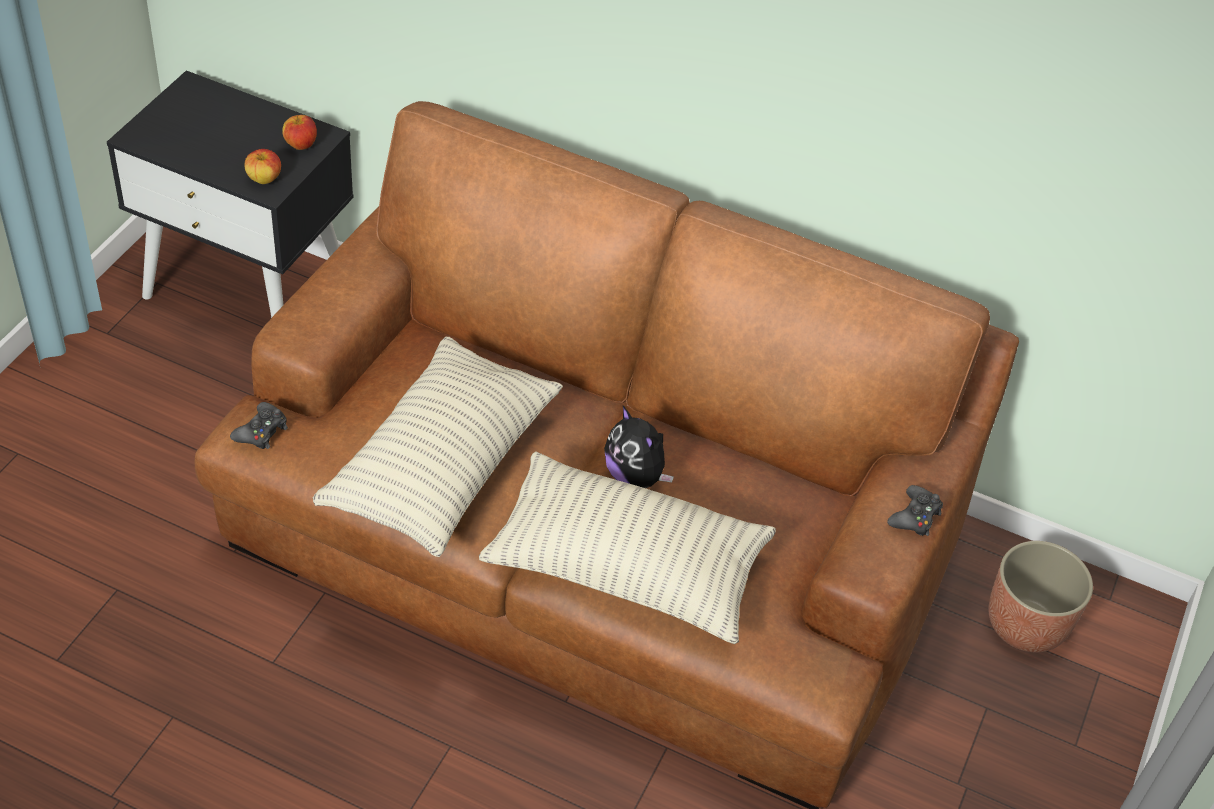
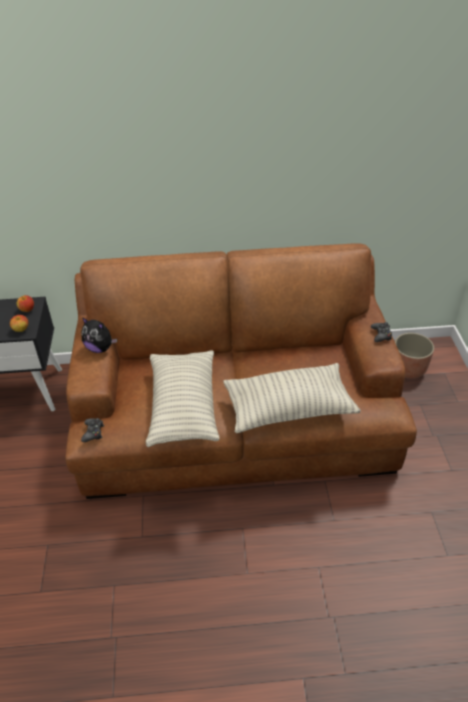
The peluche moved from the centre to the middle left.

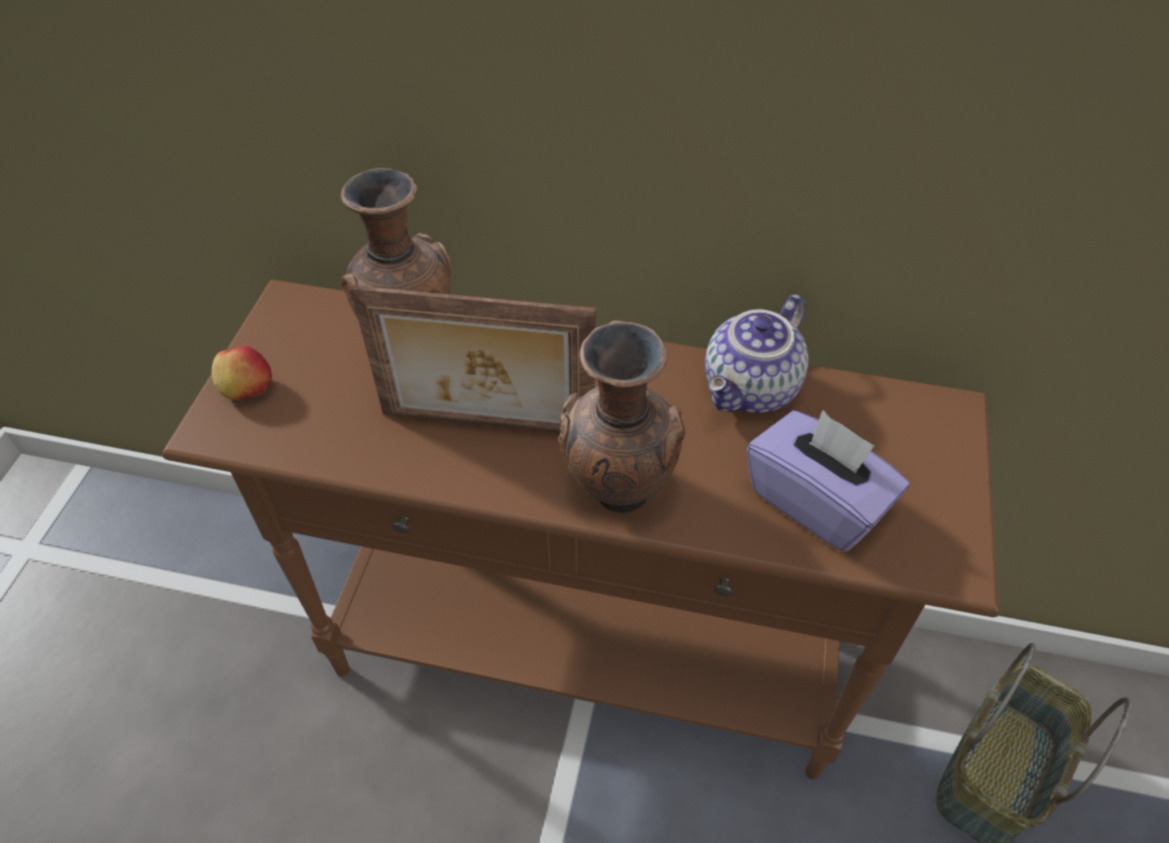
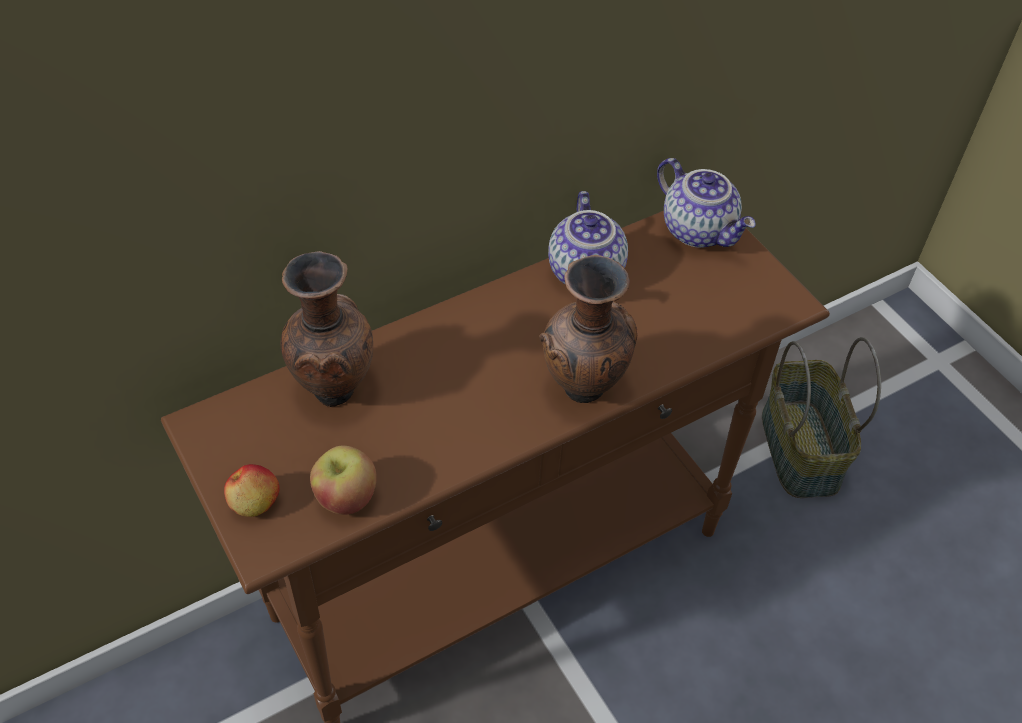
The pomme (2nd from left) at the centre appeared. The théière (2nd from left) at the top right appeared. The cadre photo at the centre disappeared. The boîte à mouchoirs/violet at the middle right disappeared.

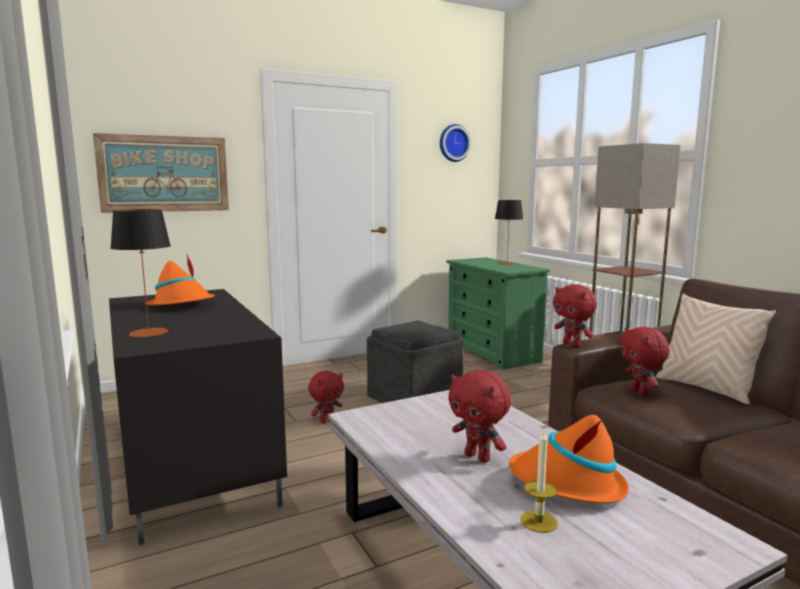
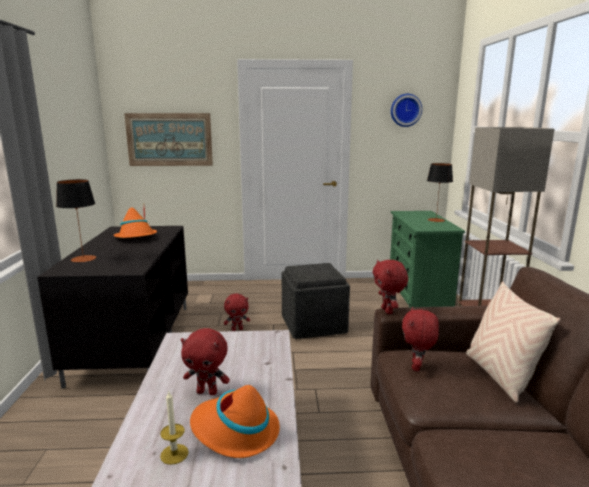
The peluche/rouge (2nd from left in the first image) at the bottom centre turned 60 degrees counterclockwise.

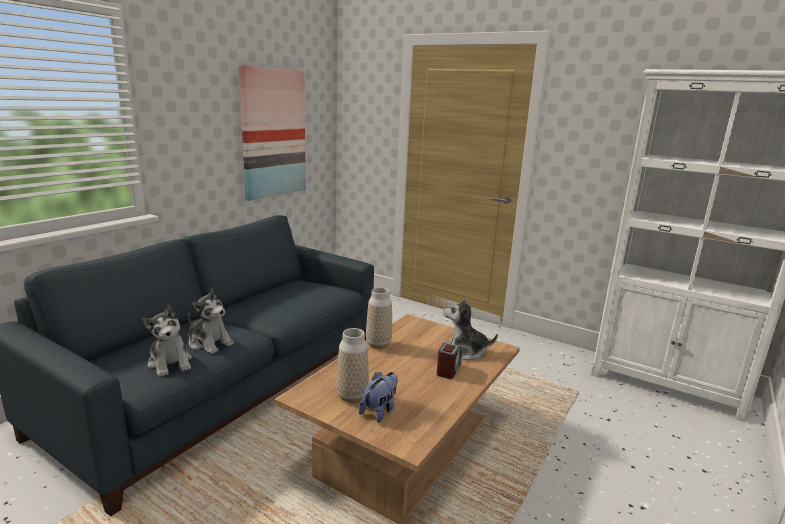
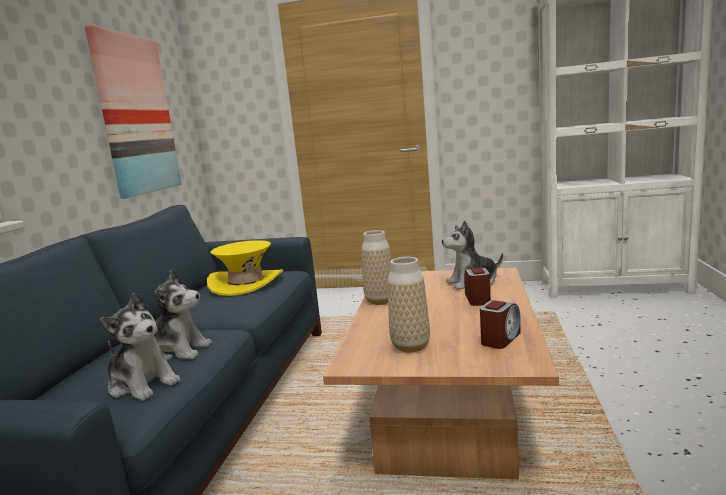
The chapeau/jaune at the centre appeared. The réveil (2nd from left) at the middle right appeared. The peluche (3rd from left) at the bottom centre disappeared.

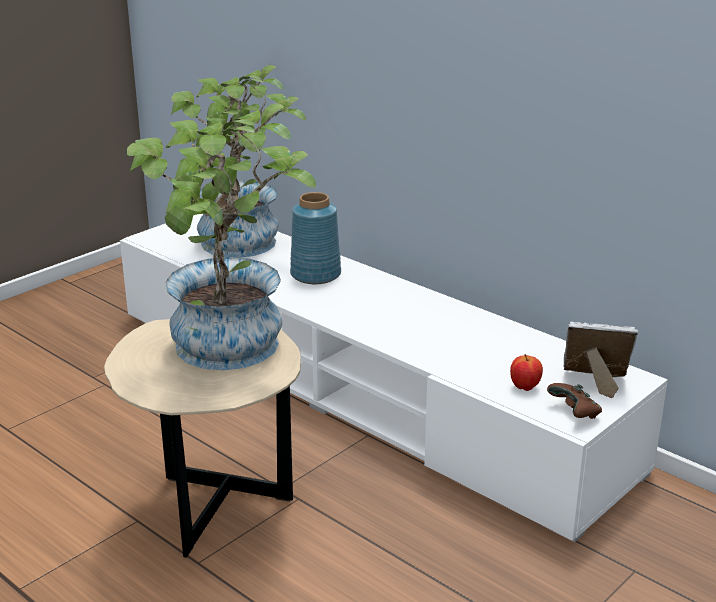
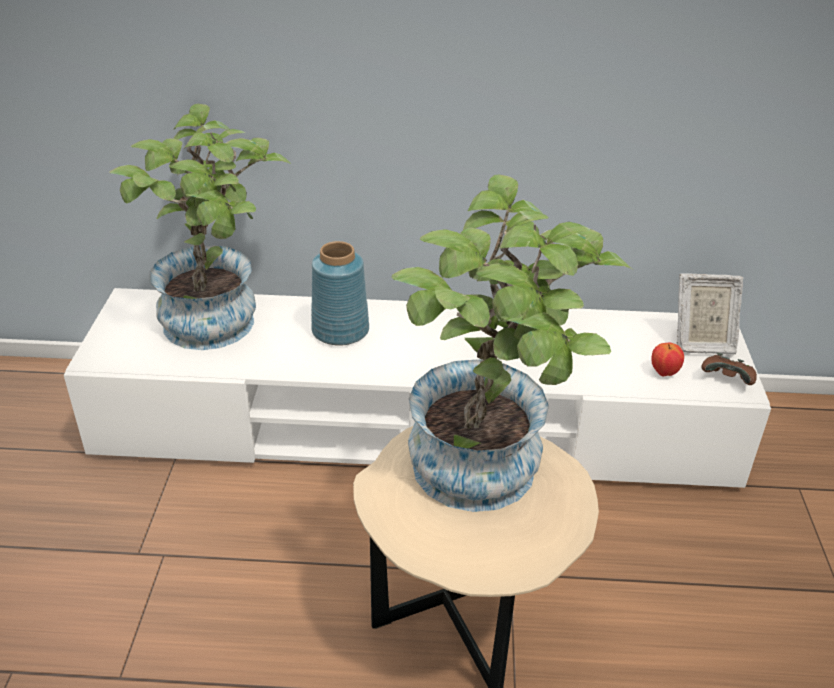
The cadre photo at the middle right turned 150 degrees counterclockwise.

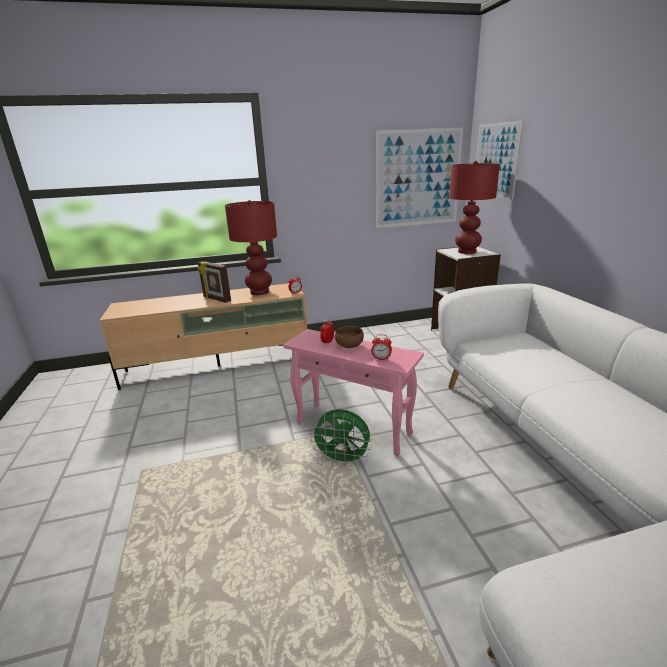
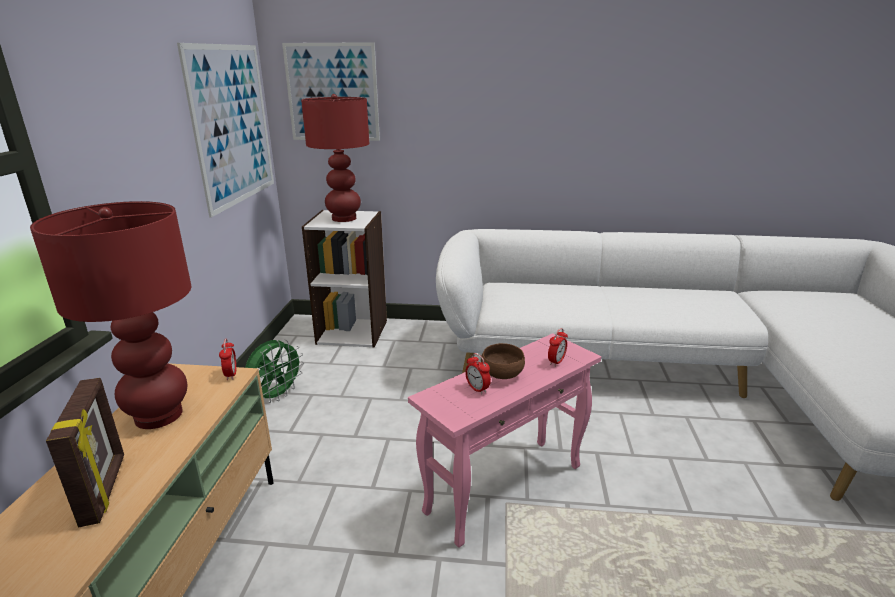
The cadre photo at the middle left turned 75 degrees counterclockwise. The ventilateur/vert moved from the centre to the middle left.

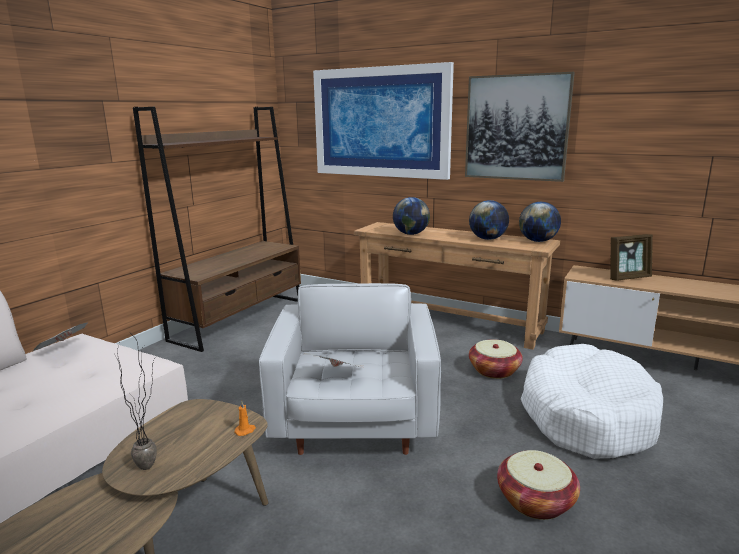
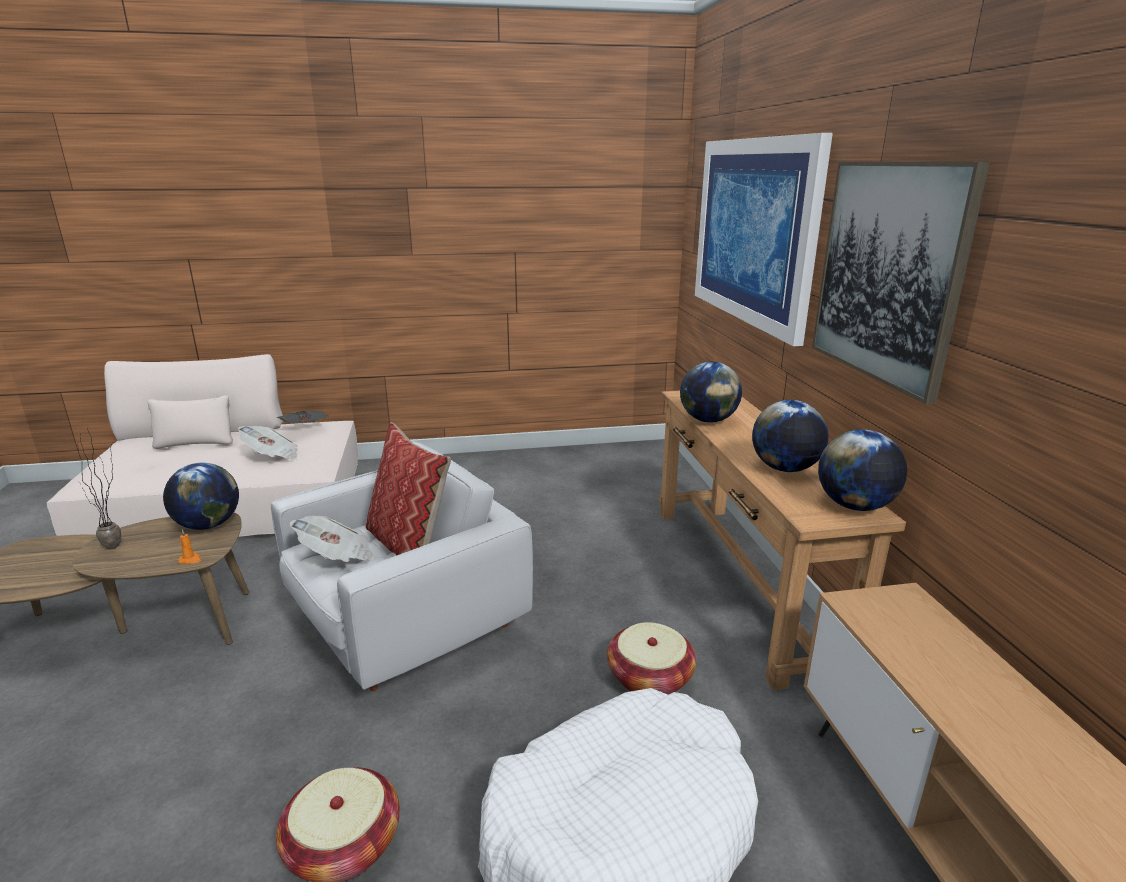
The globe (1st from left) at the middle left appeared. The journal (1st from left) at the middle left appeared. The coussin at the centre appeared. The bibliothèque/marron at the middle left disappeared. The cadre photo at the middle right disappeared.

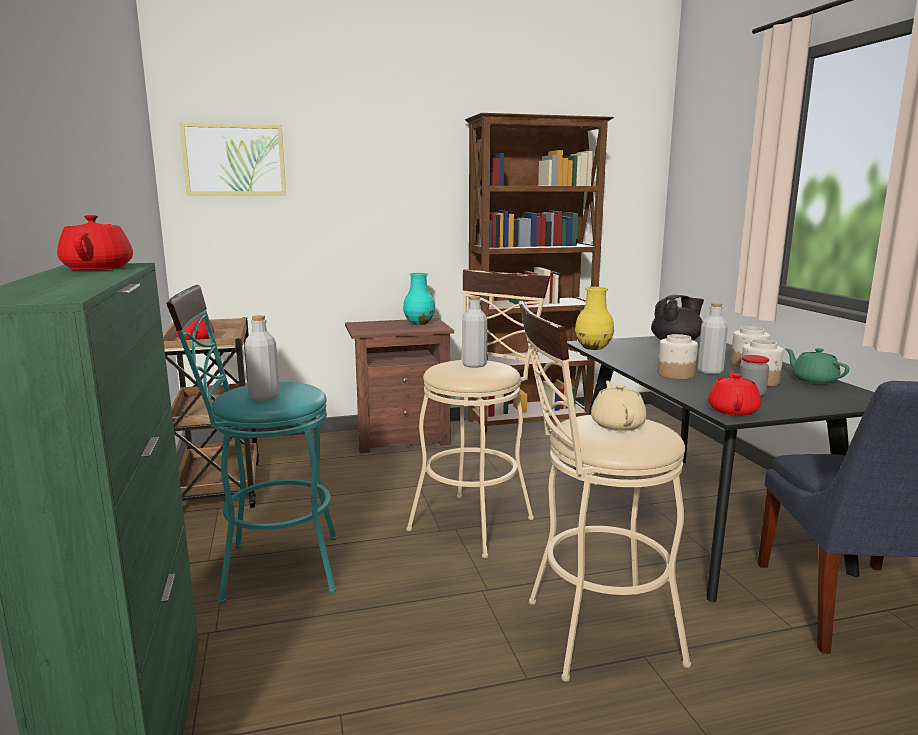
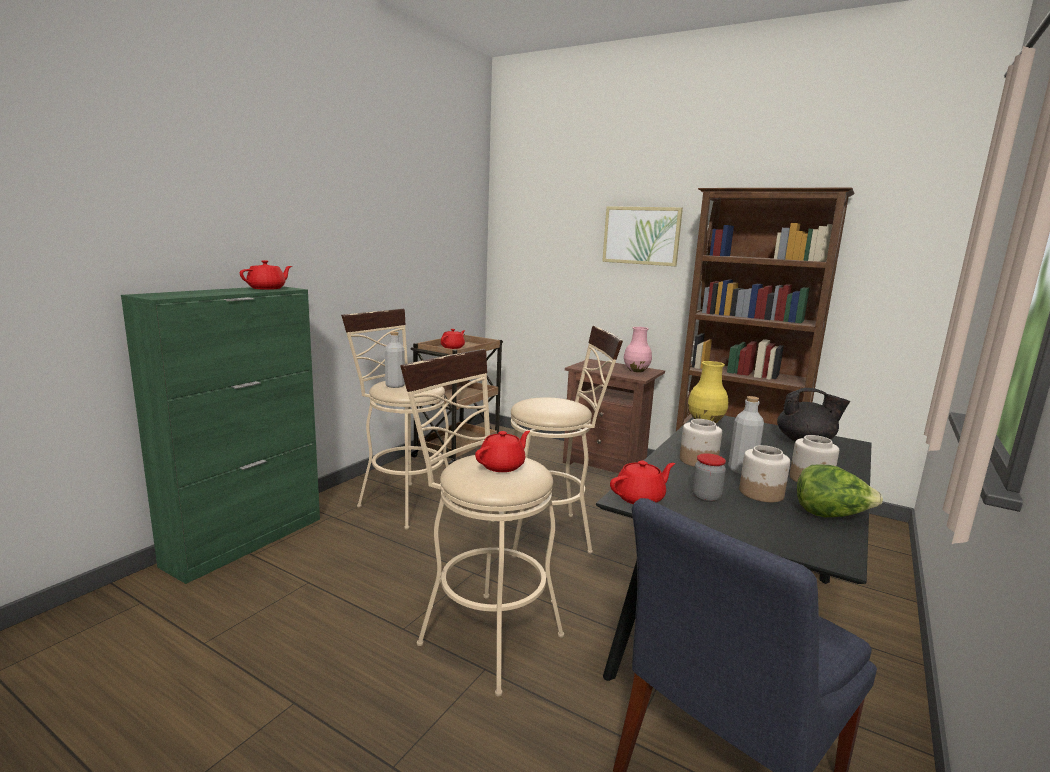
The tabouret/turquoise at the middle left became the tabouret/beige (1st from left) at the centre. The théière/beige at the middle right became the théière/rouge (3rd from left) at the centre. The tableau moved from the top left to the top centre. The vase/turquoise at the centre became the vase/rose at the centre. The théière/vert at the middle right was replaced by the laitue at the middle right. The bouteille/gris (2nd from left) at the centre disappeared.

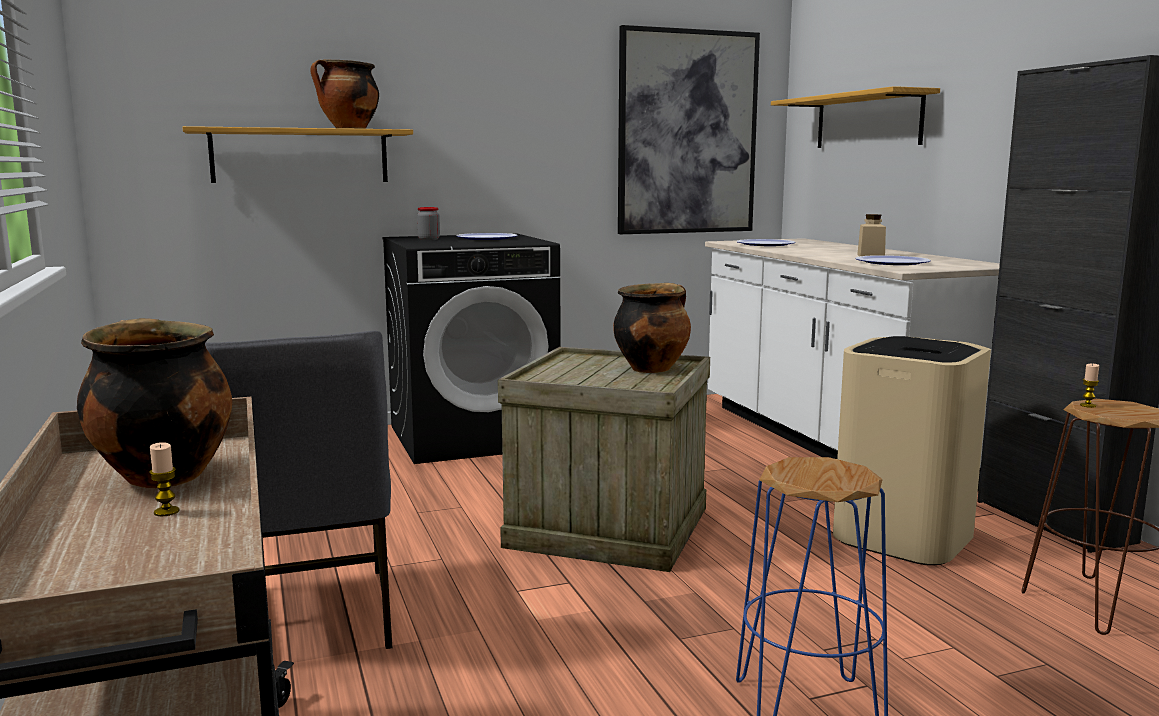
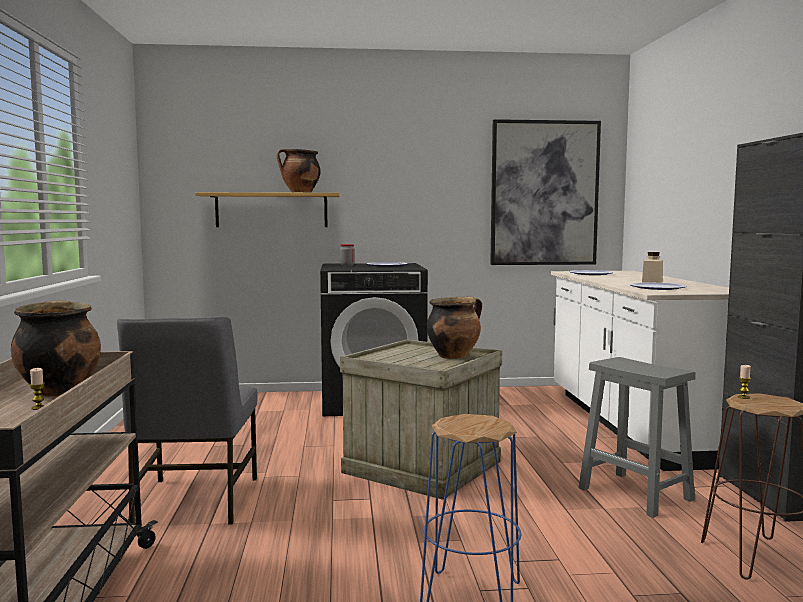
The poubelle/beige at the middle right was replaced by the tabouret/gris at the bottom right. The étagère (2nd from left) at the top right disappeared.

